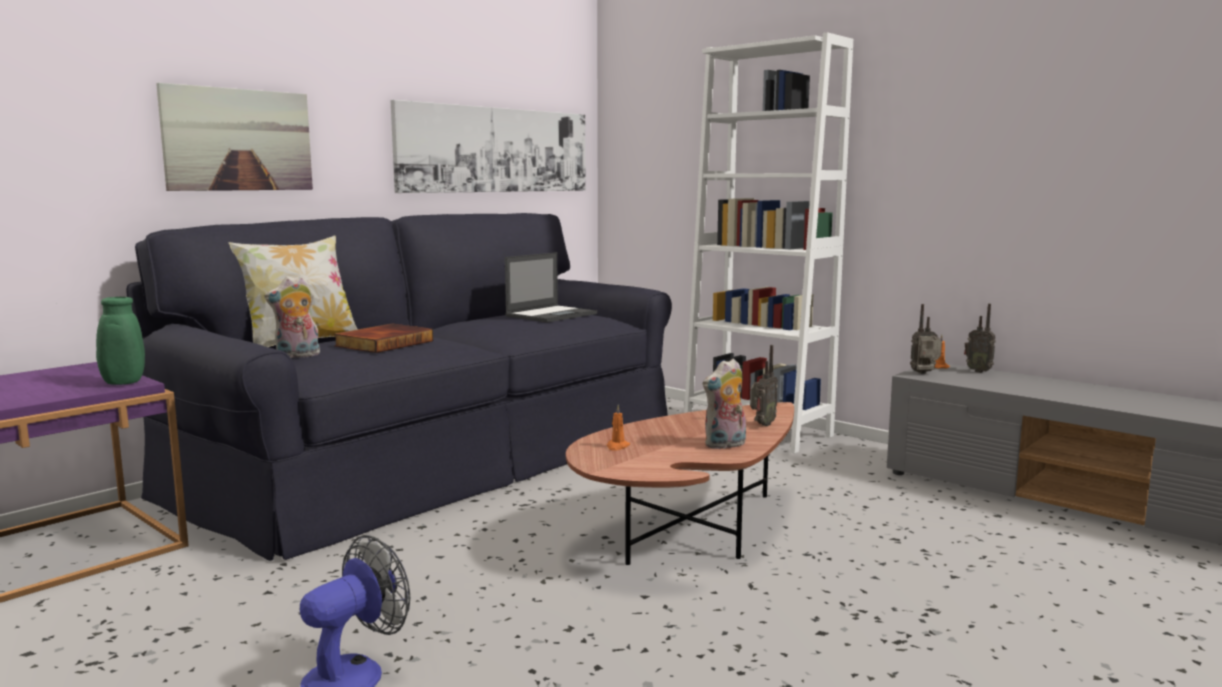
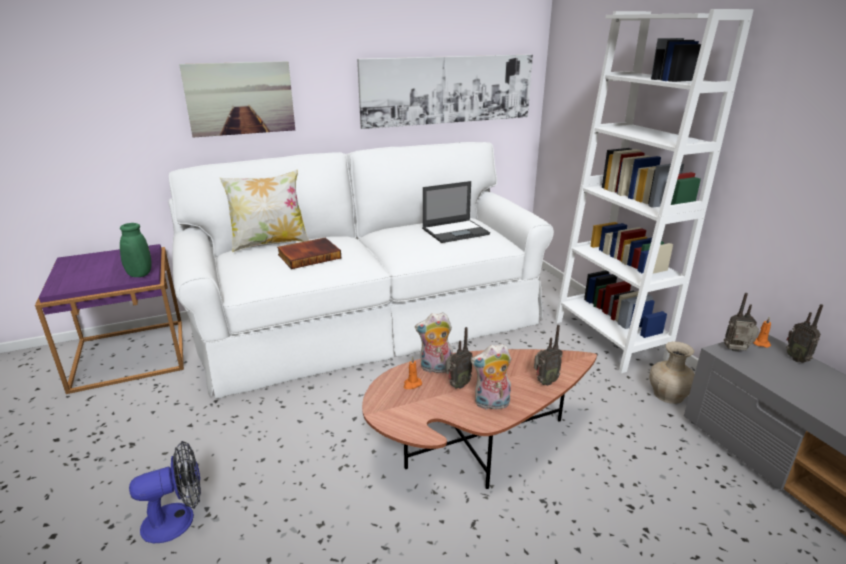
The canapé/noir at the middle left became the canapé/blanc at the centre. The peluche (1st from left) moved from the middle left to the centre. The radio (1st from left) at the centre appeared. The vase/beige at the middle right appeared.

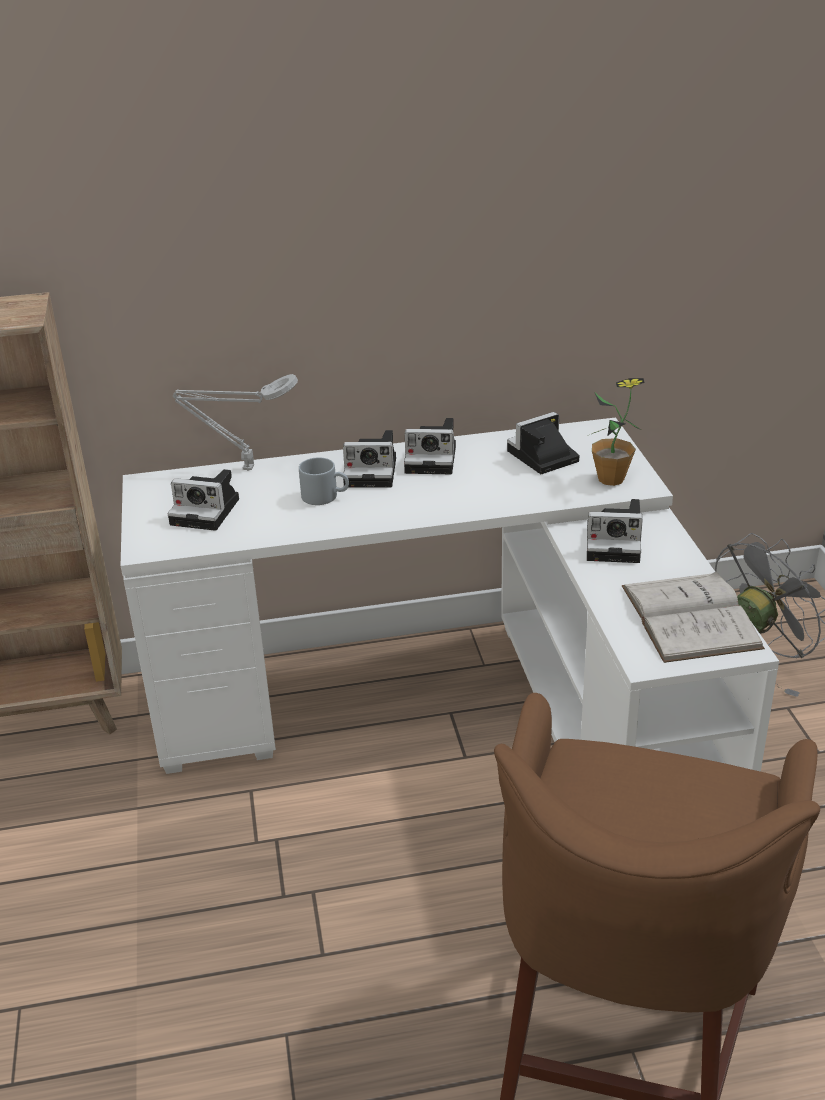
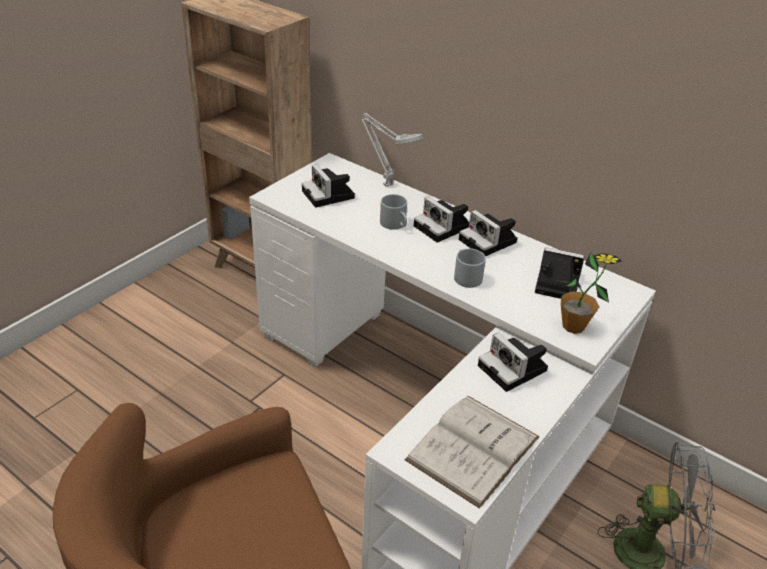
The mug/gris (2nd from left) at the centre appeared.

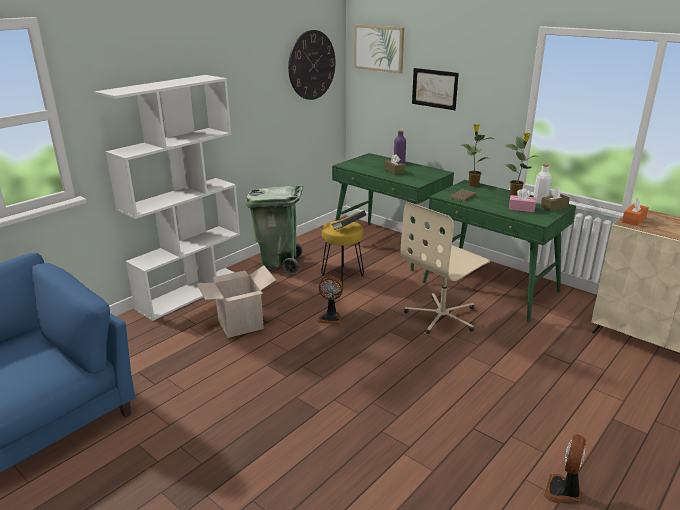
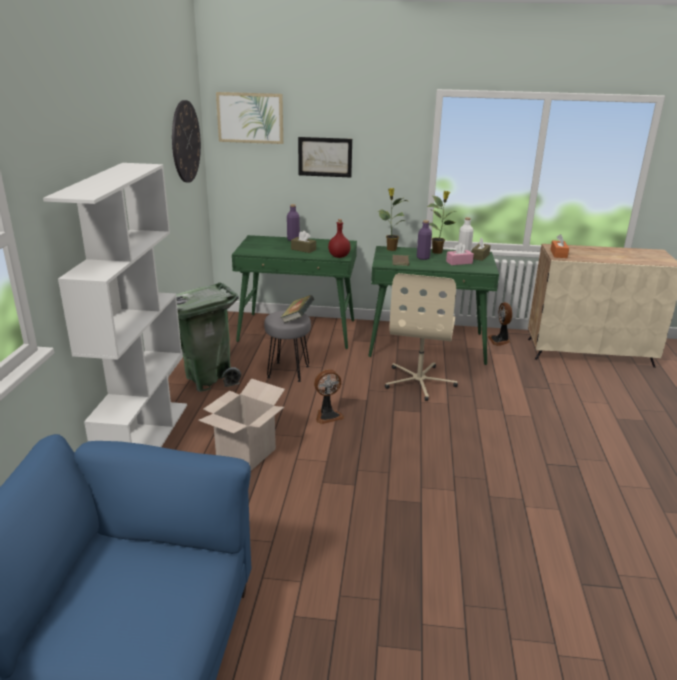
The tabouret/jaune at the centre became the tabouret/gris at the centre. The bouteille/rouge at the centre appeared. The bouteille/violet (2nd from left) at the centre appeared. The ventilateur (2nd from left) moved from the bottom right to the middle right.

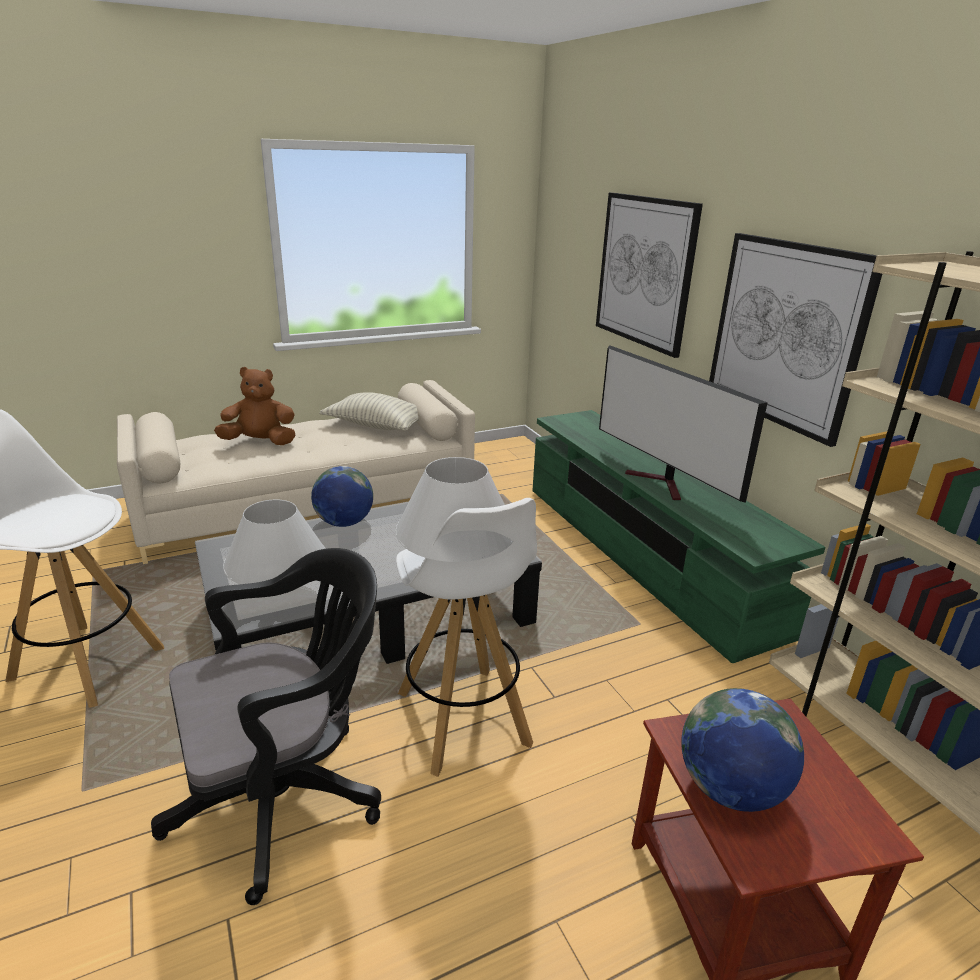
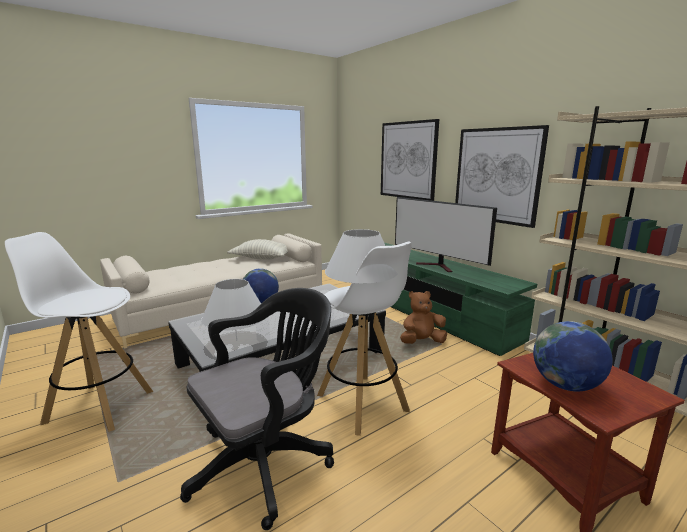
The peluche/marron moved from the middle left to the centre.

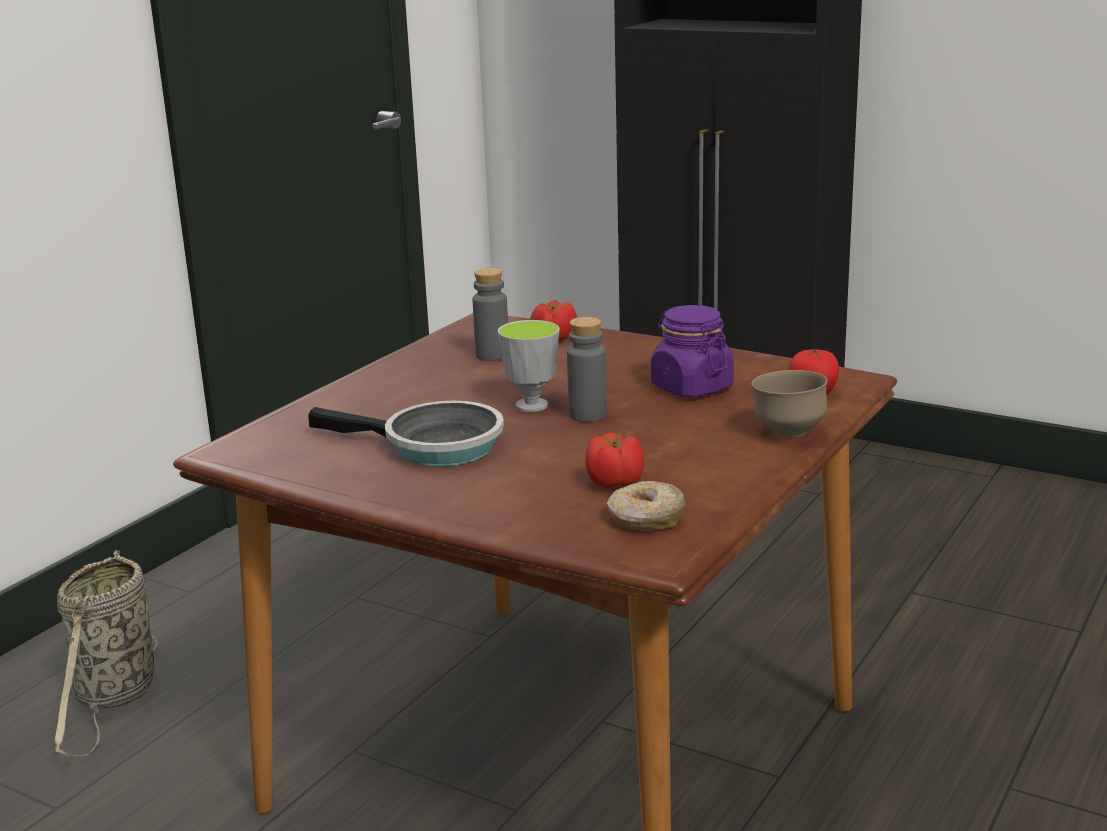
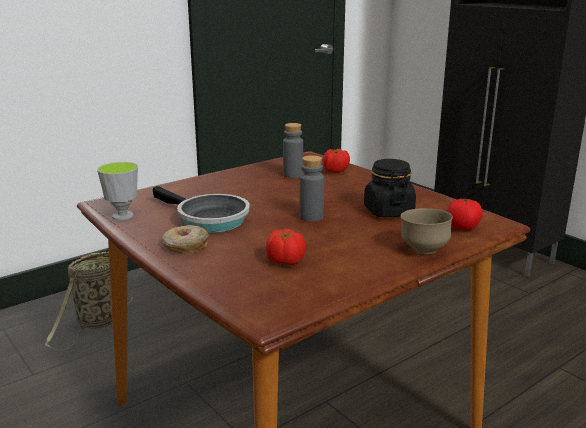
The tasse moved from the centre to the middle left. The beignet moved from the centre to the middle left. The bocal/violet at the centre became the bocal/noir at the centre.

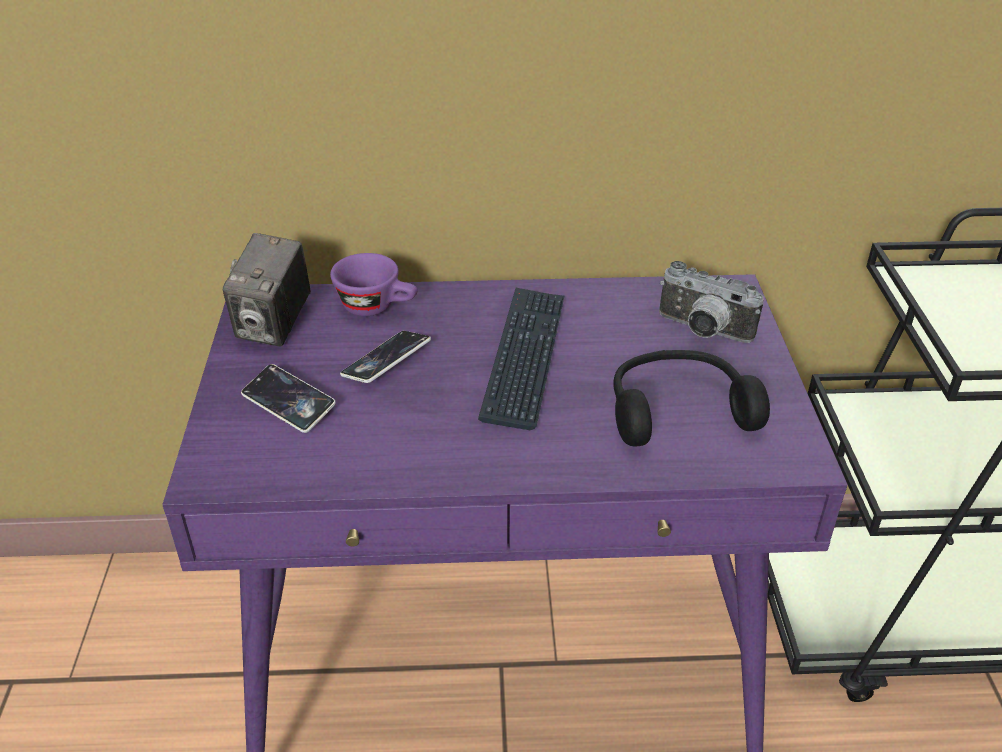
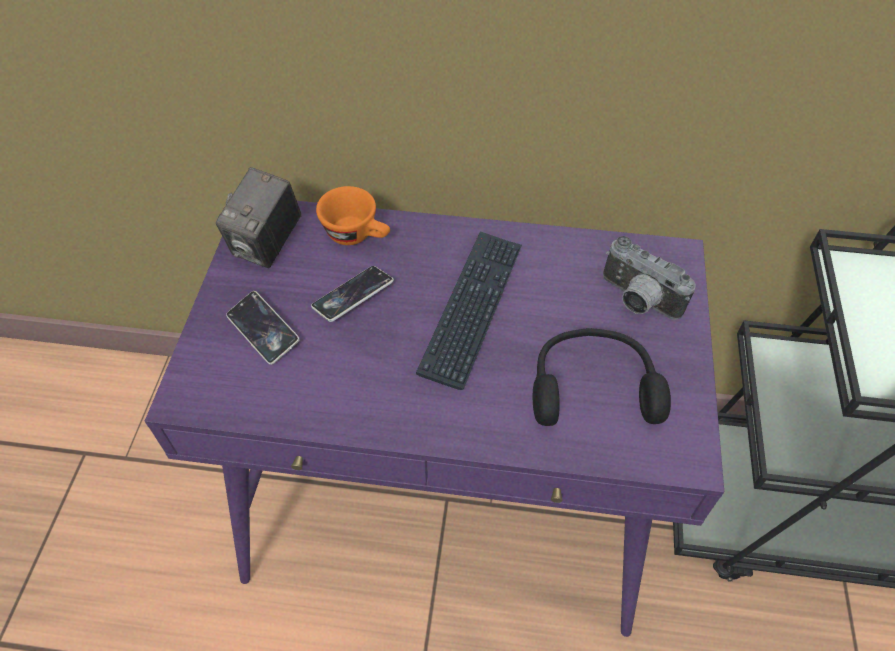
The tasse/violet at the centre became the tasse/orange at the top centre.

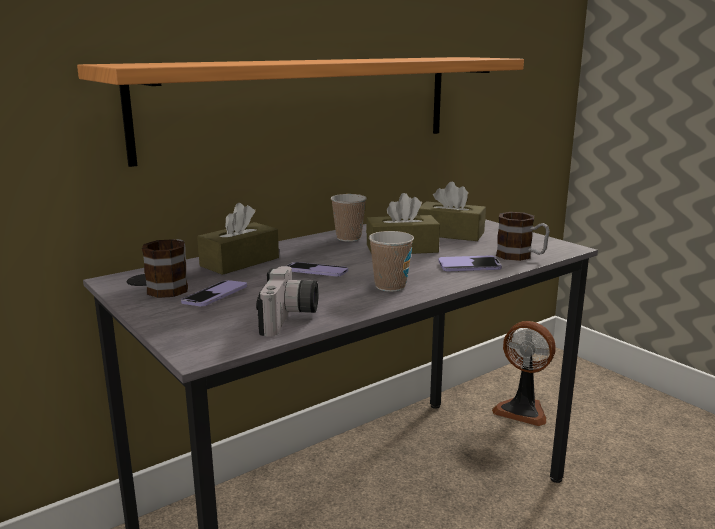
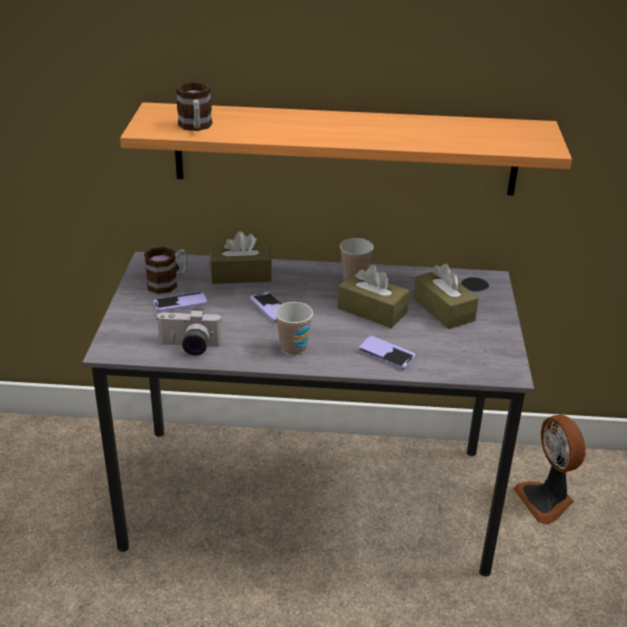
The appareil photo at the centre turned 45 degrees clockwise. The mug (2nd from left) moved from the middle right to the top left.

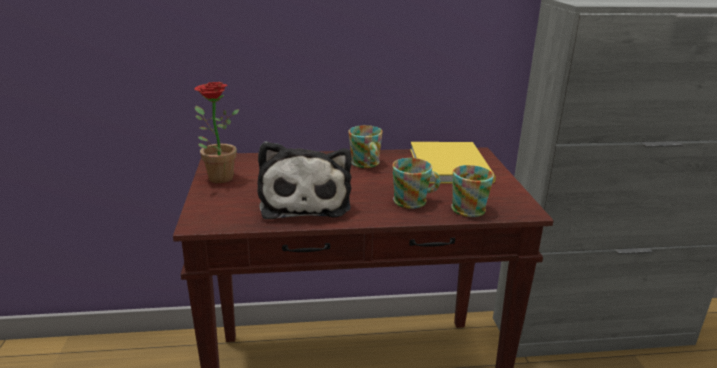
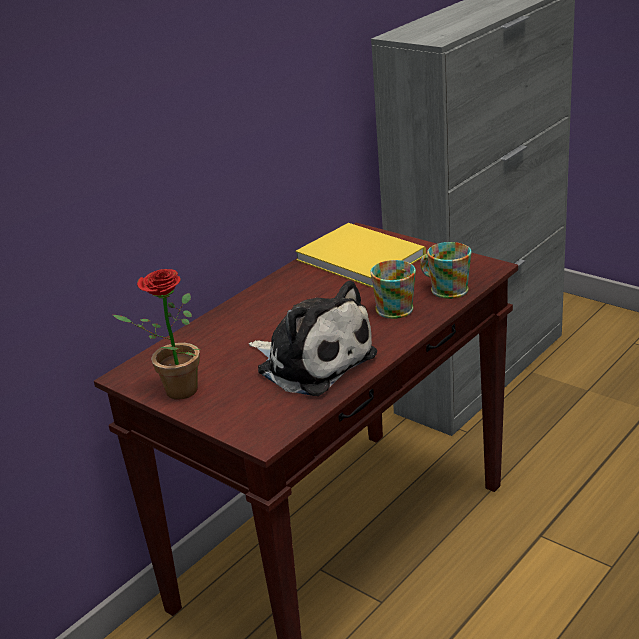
The mug (1st from left) at the centre disappeared.

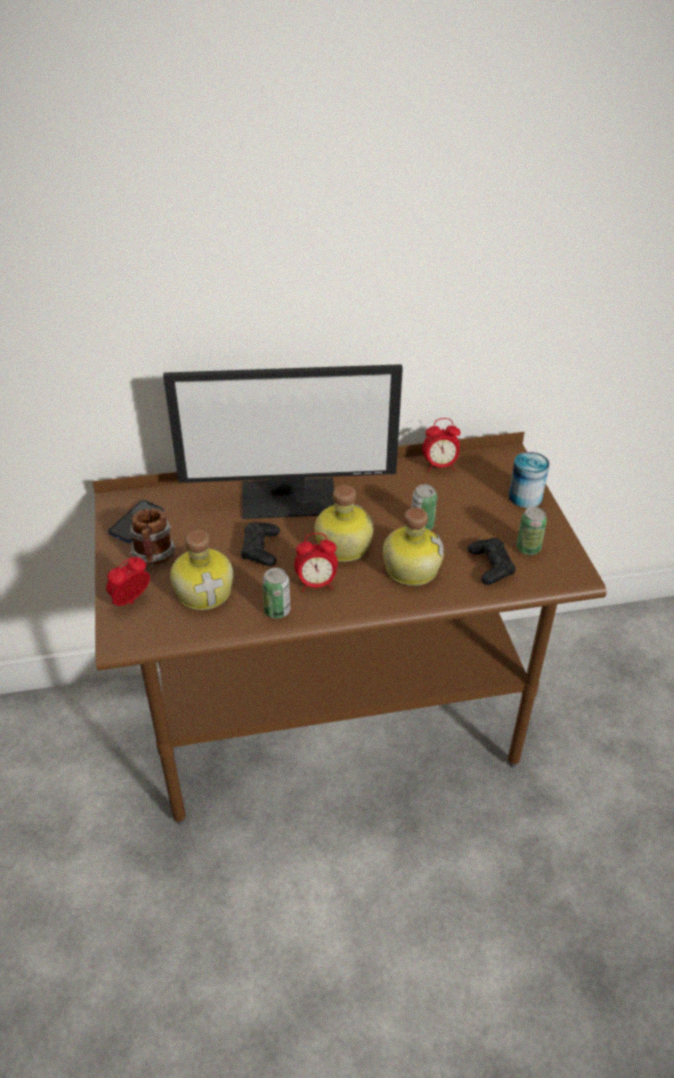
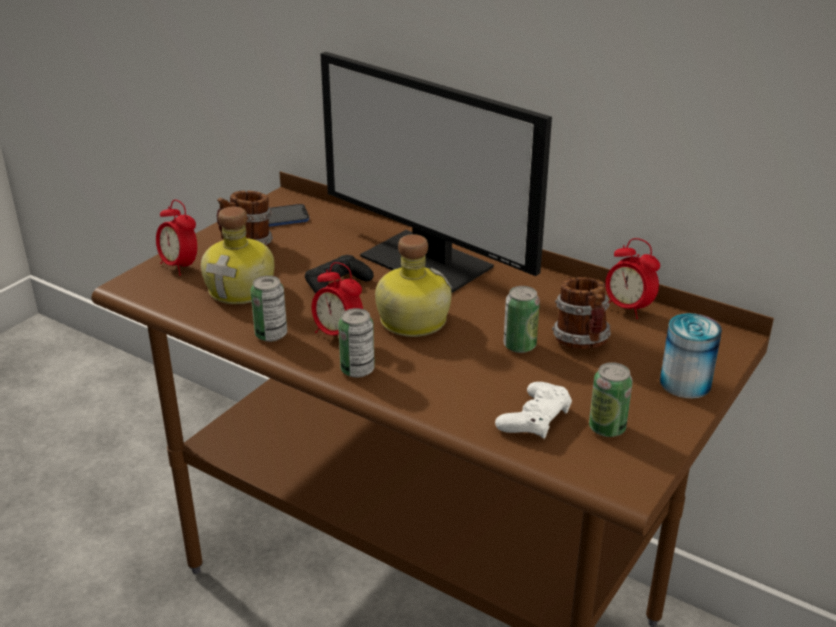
The réveil (1st from left) at the middle left turned 135 degrees counterclockwise. The boîte métallique (2nd from left) at the centre appeared. The manette/noir (2nd from left) at the middle right became the manette/blanc at the centre. The mug (2nd from left) at the middle right appeared. The bouteille (3rd from left) at the centre disappeared.

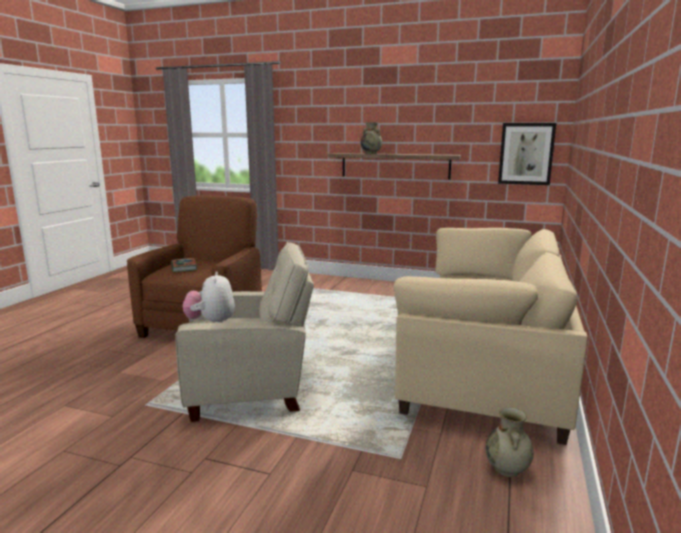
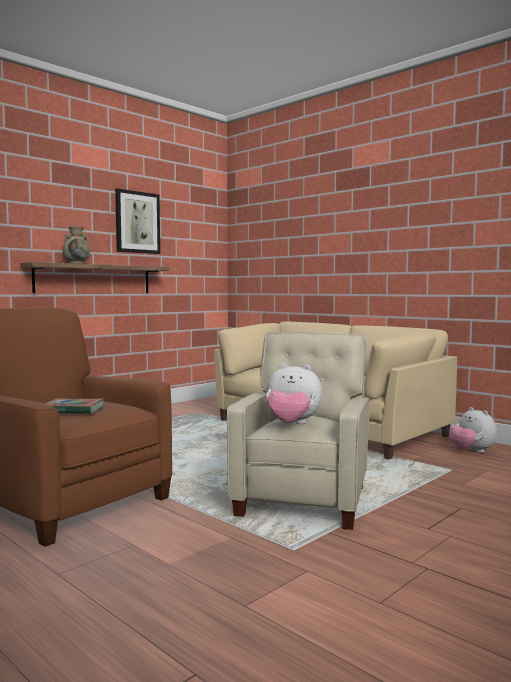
The tableau moved from the top right to the top left. The vase/beige (2nd from left) at the bottom right was replaced by the peluche (2nd from left) at the middle right.

